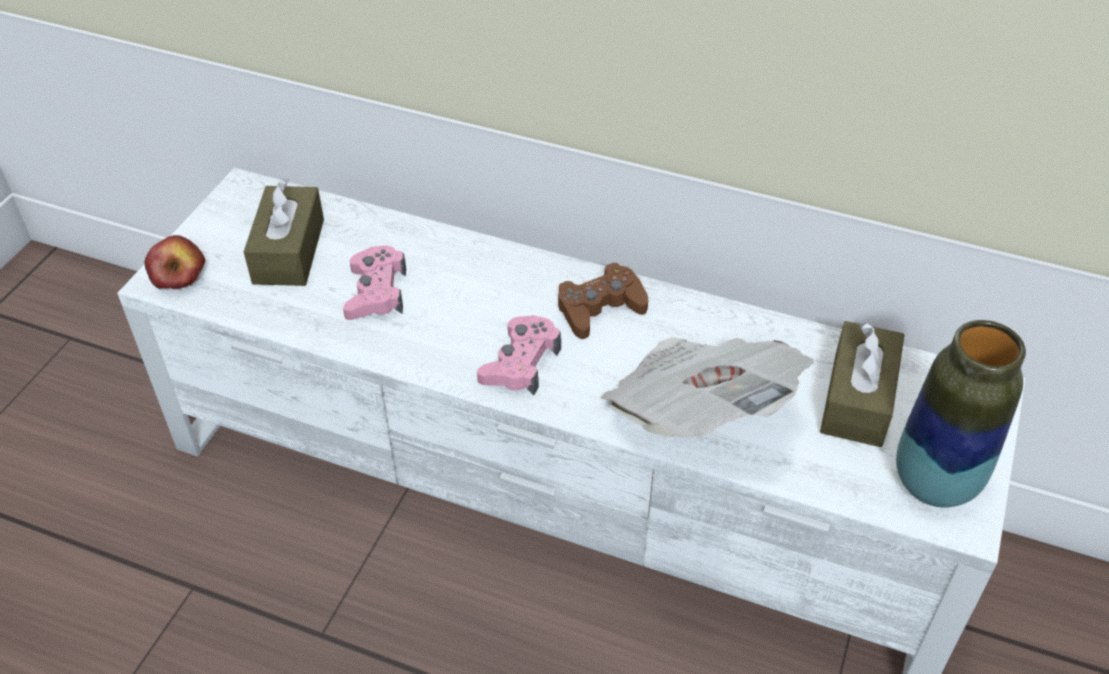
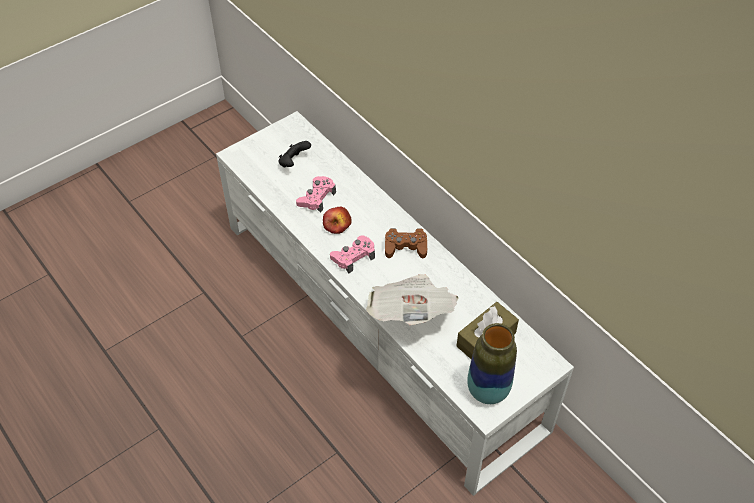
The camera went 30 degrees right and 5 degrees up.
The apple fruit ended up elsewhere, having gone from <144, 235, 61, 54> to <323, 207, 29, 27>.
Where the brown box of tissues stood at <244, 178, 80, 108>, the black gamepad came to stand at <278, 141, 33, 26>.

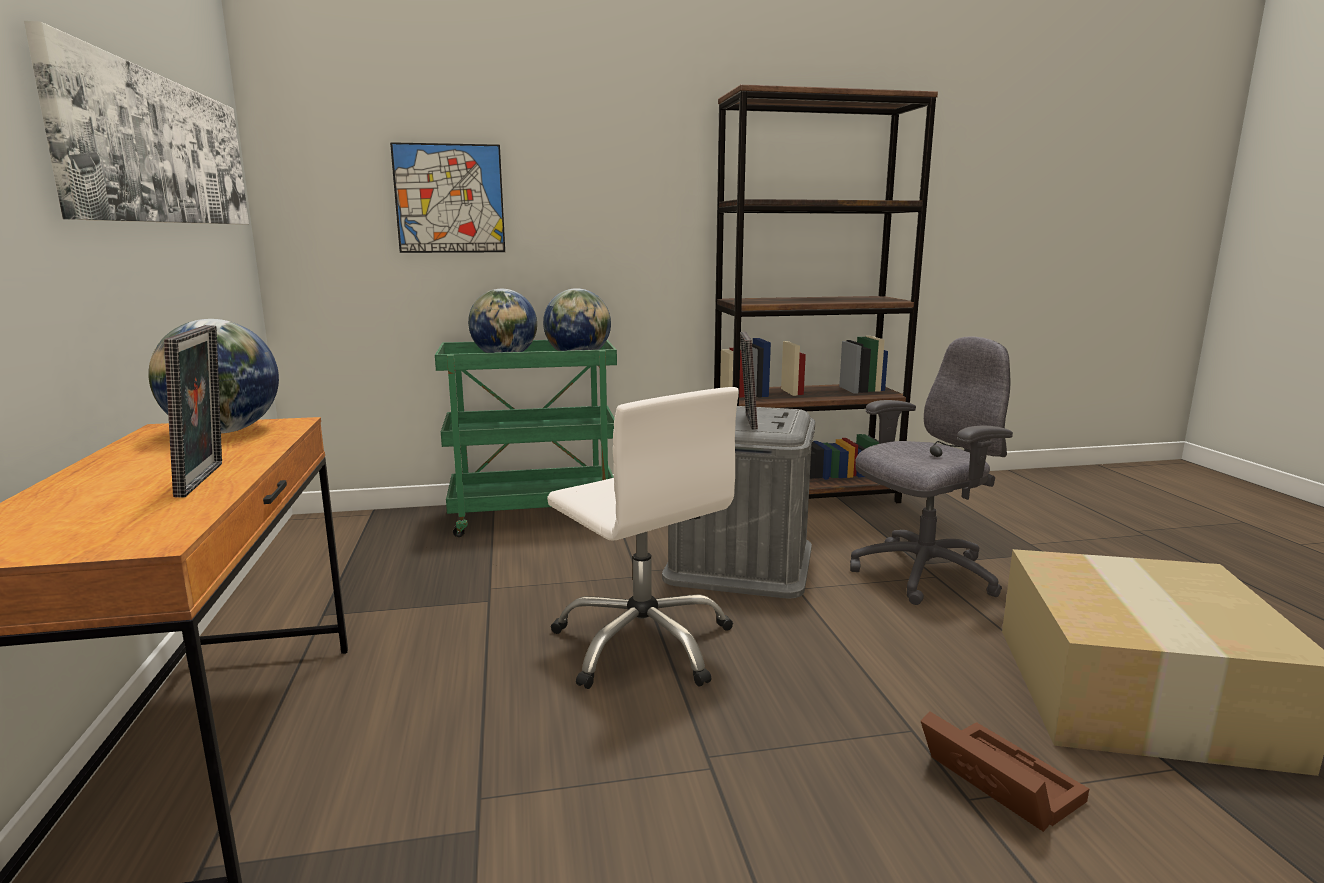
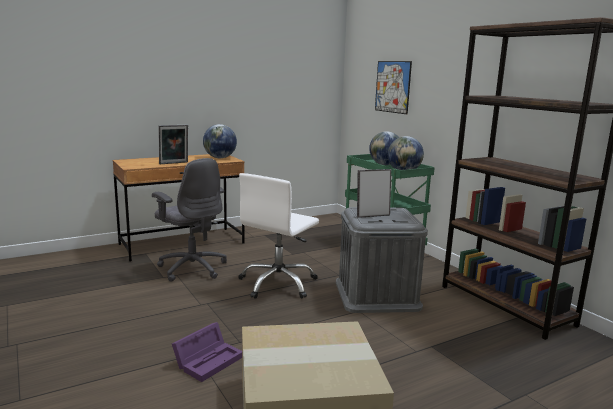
The camera went 70 degrees right and 0 degrees up.
The second view lost the picture at <24, 21, 225, 204>.
The grey office chair ended up elsewhere, having gone from <850, 336, 163, 269> to <152, 158, 75, 124>.
What was the brown storage bin at <921, 711, 168, 121> turned into the purplish storage bin at <172, 322, 70, 60>.

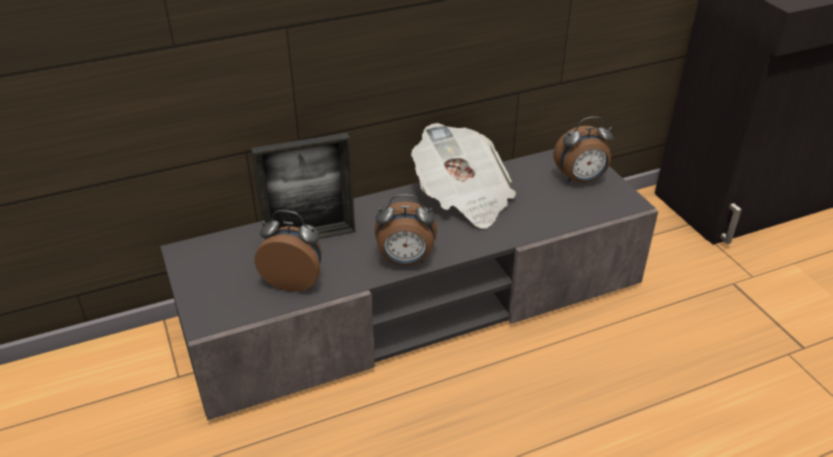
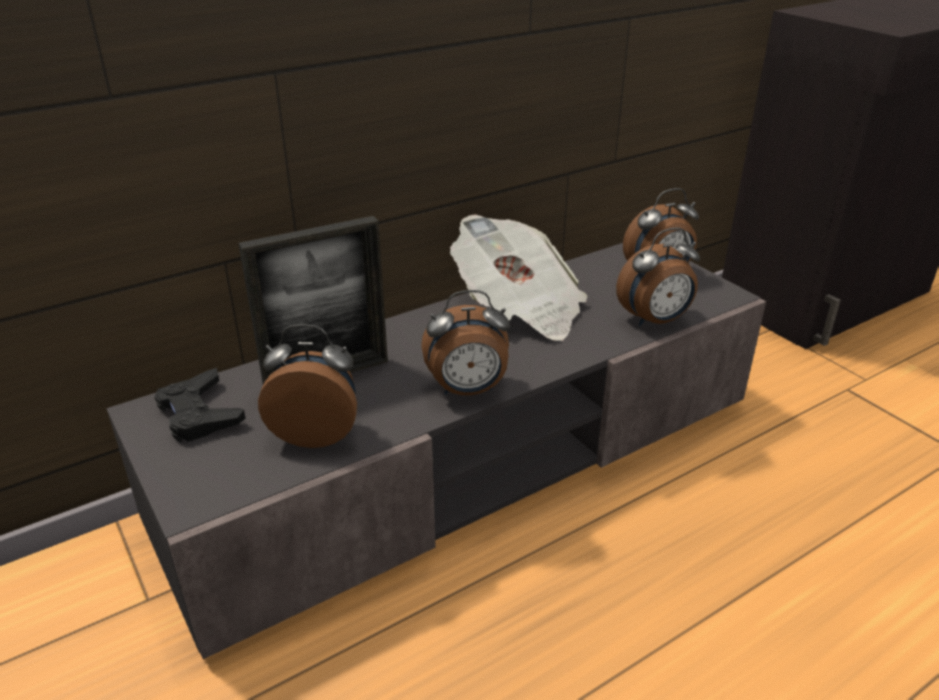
The camera went 10 degrees left and 5 degrees down.
The second view gained the black gamepad at <154, 368, 91, 74>.
The second view gained the alarm clock at <616, 228, 84, 98>.

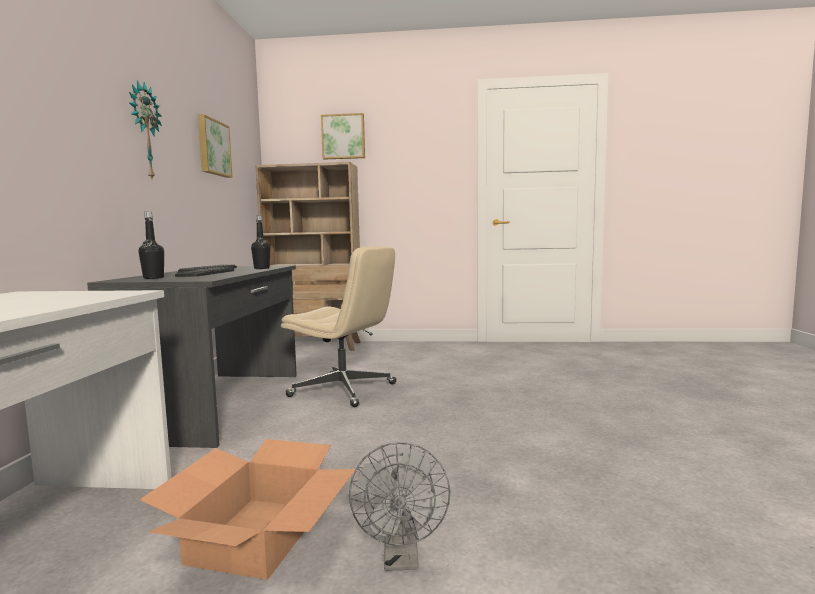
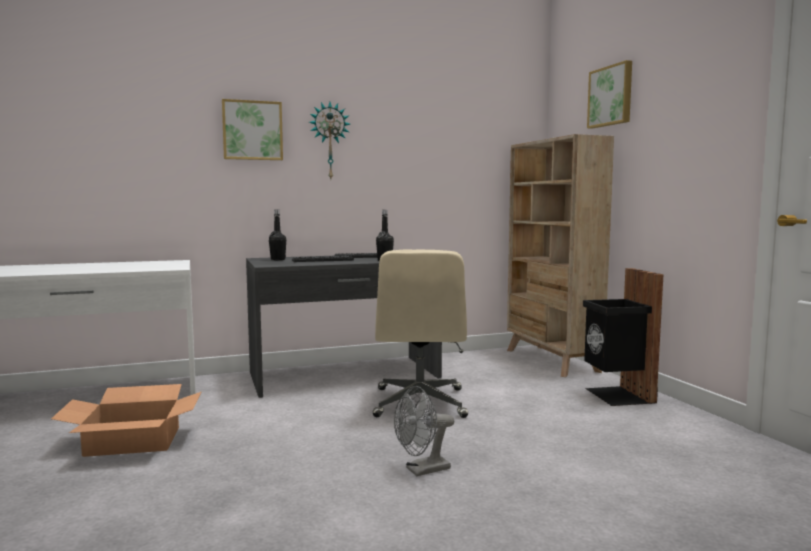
The camera went 65 degrees right and 0 degrees up.
The second view gained the black trash can at <583, 268, 81, 138>.
The picture ended up elsewhere, having gone from <198, 114, 35, 64> to <222, 99, 61, 61>.
The grey cooling fan ended up elsewhere, having gone from <349, 442, 101, 129> to <394, 386, 60, 90>.

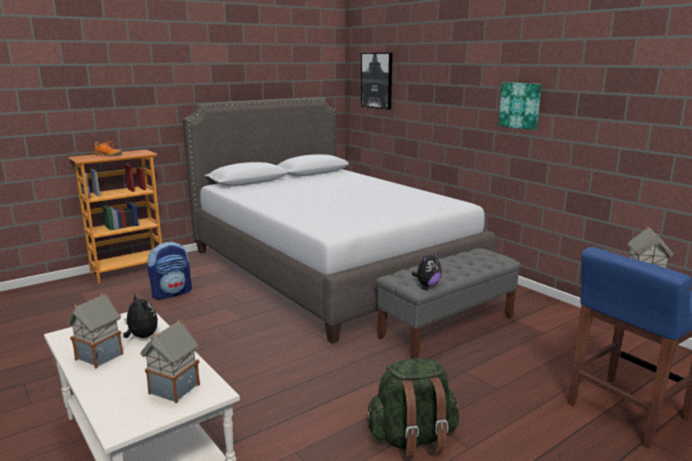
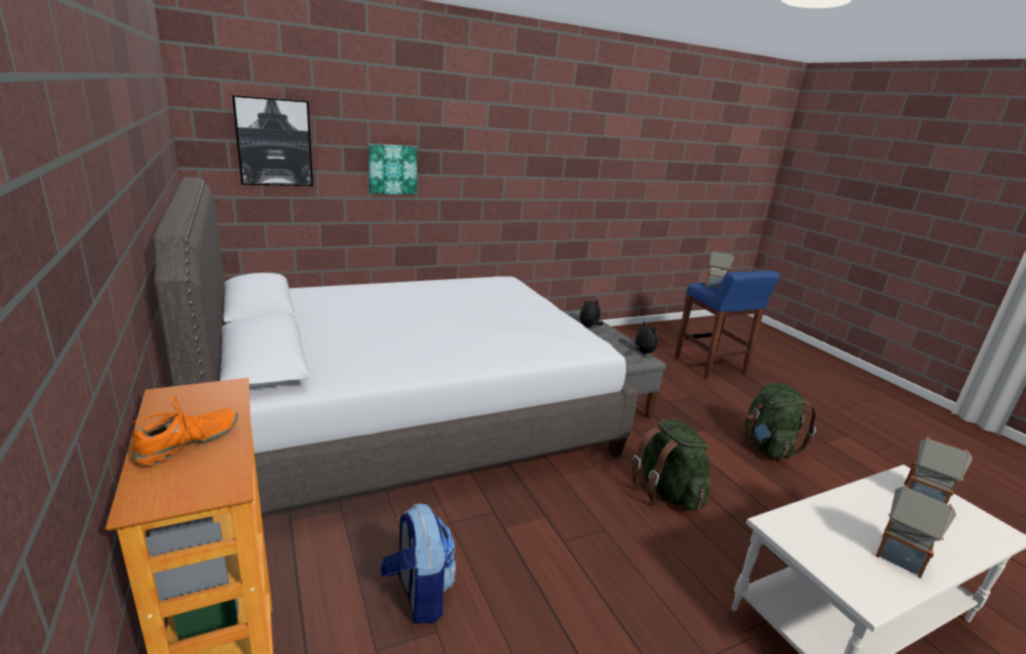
The camera went 80 degrees left and 5 degrees up.
The second view gained the green-coloured knapsack at <631, 419, 79, 92>.
The cuddly toy ended up elsewhere, having gone from <123, 294, 35, 44> to <580, 299, 24, 28>.
The picture ended up elsewhere, having gone from <498, 82, 43, 48> to <368, 144, 49, 51>.

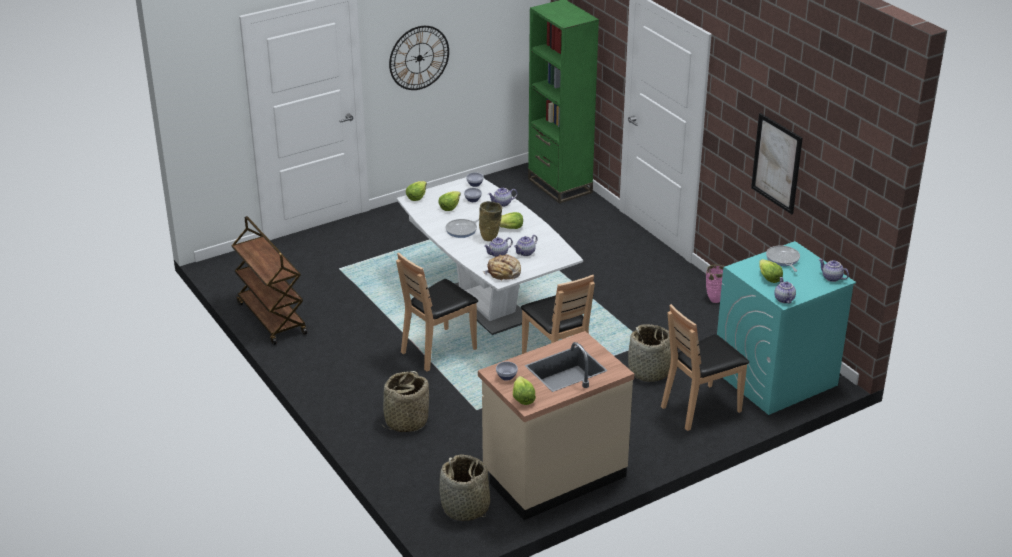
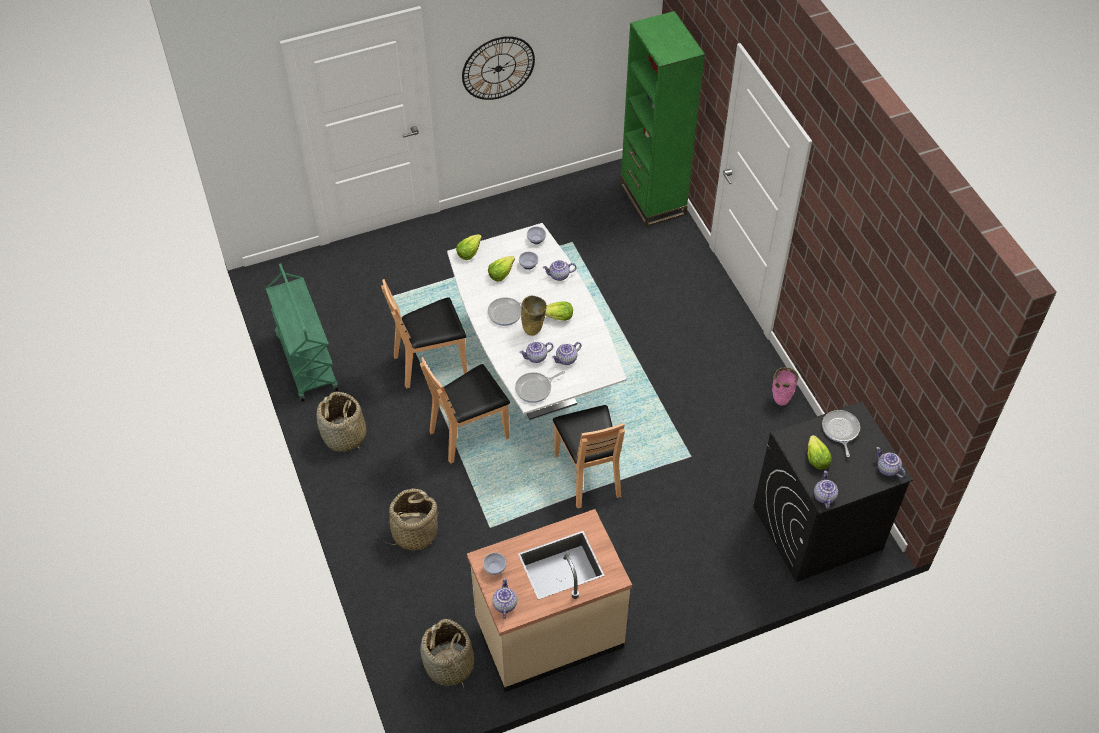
The camera went 10 degrees right and 20 degrees up.
The second view lost the picture at <751, 113, 52, 101>.
The storage basket ended up elsewhere, having gone from <628, 324, 43, 58> to <316, 392, 50, 60>.
The brown upright chair ended up elsewhere, having gone from <661, 304, 88, 127> to <381, 279, 86, 110>.
Where the bread stood at <482, 254, 39, 27>, the pan came to stand at <515, 371, 50, 32>.
Where the lettuce head stood at <513, 376, 23, 29>, the pot for tea came to stand at <492, 578, 25, 41>.
What was the brown wheeled cart at <231, 216, 76, 129> turned into the green-coloured wheeled cart at <266, 263, 72, 139>.
What was the turquoise laundry machine at <717, 241, 139, 174> turned into the black laundry machine at <753, 401, 160, 181>.

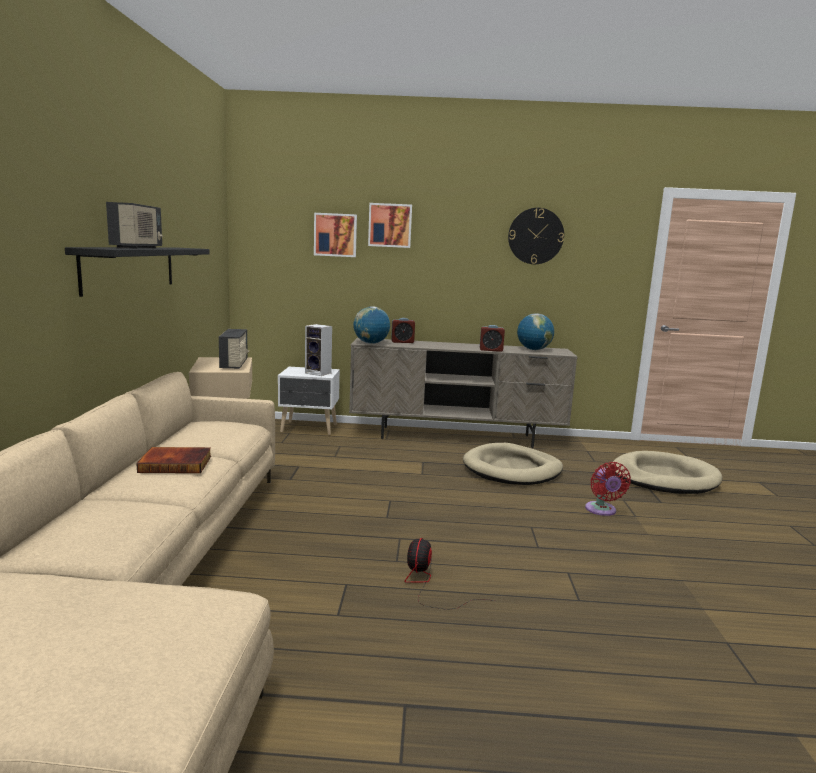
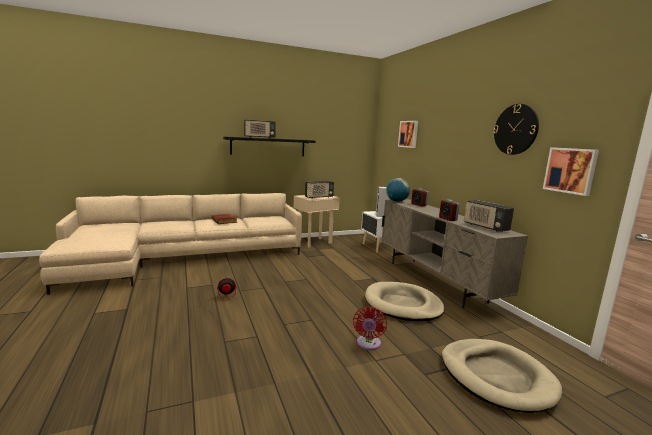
The camera went 65 degrees right and 0 degrees up.
The picture ended up elsewhere, having gone from <368, 203, 44, 45> to <543, 147, 56, 49>.
Where the world globe stood at <517, 313, 37, 37>, the radio set came to stand at <464, 200, 50, 32>.
The red cooling fan at <585, 462, 46, 54> ended up facing another way, 45 degrees counterclockwise from before.

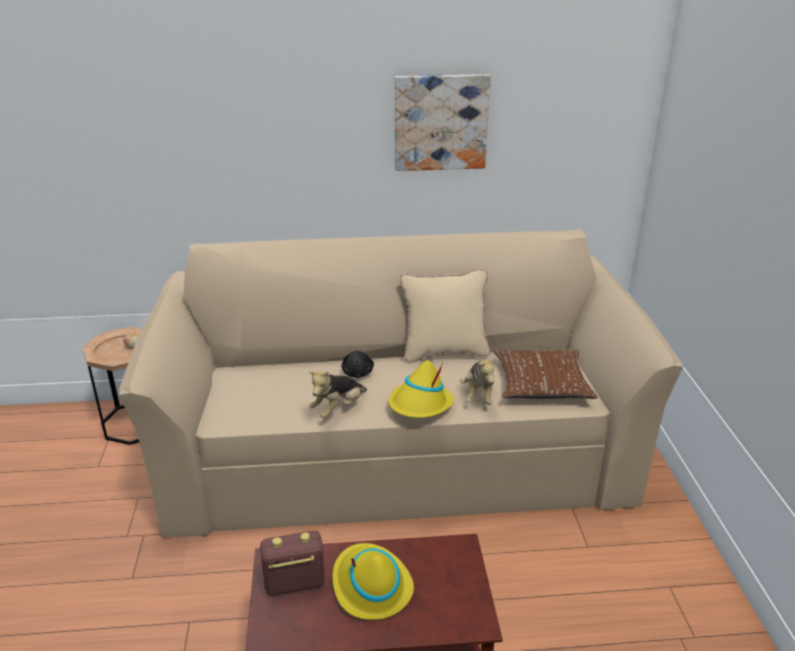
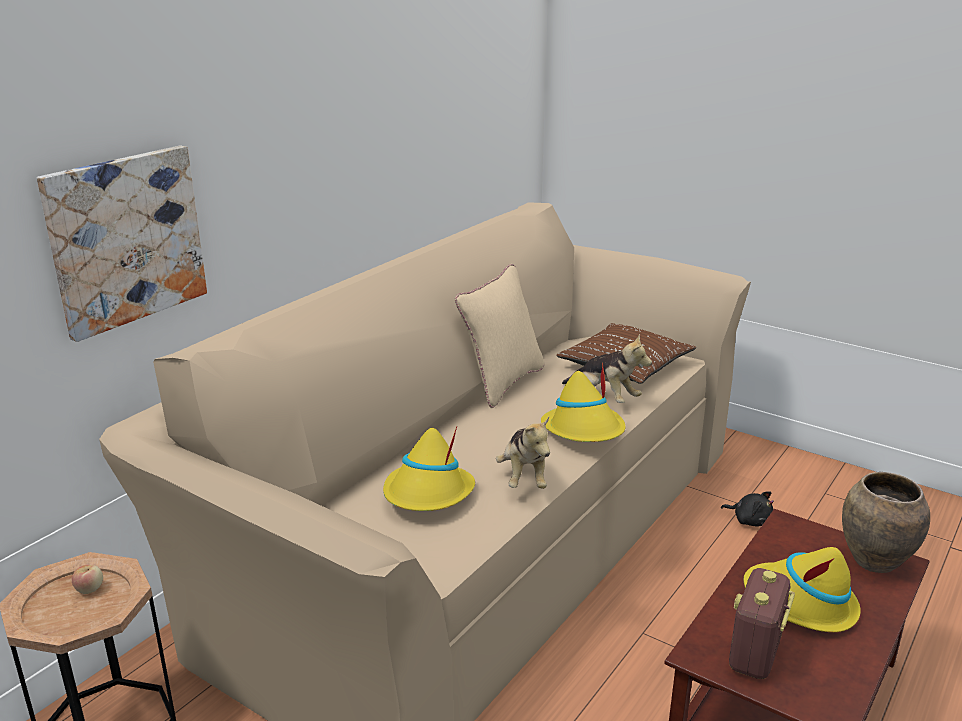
The camera went 50 degrees left and 5 degrees down.
The second view gained the yellow-coloured hat at <383, 426, 92, 85>.
The second view gained the brown flower vase at <842, 472, 88, 101>.
The black cuddly toy ended up elsewhere, having gone from <341, 351, 33, 27> to <721, 491, 53, 35>.
The picture ended up elsewhere, having gone from <395, 74, 96, 97> to <37, 146, 170, 196>.

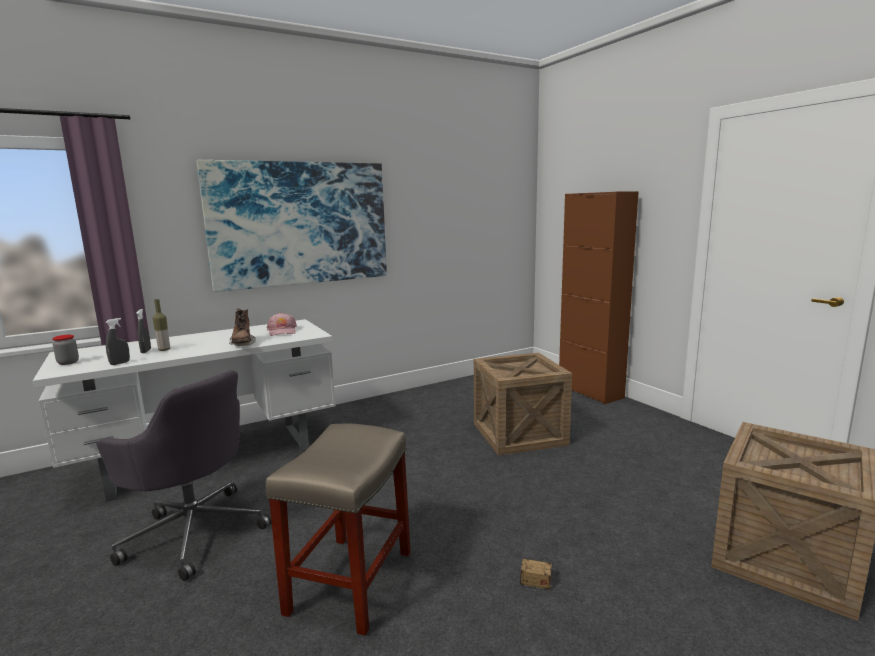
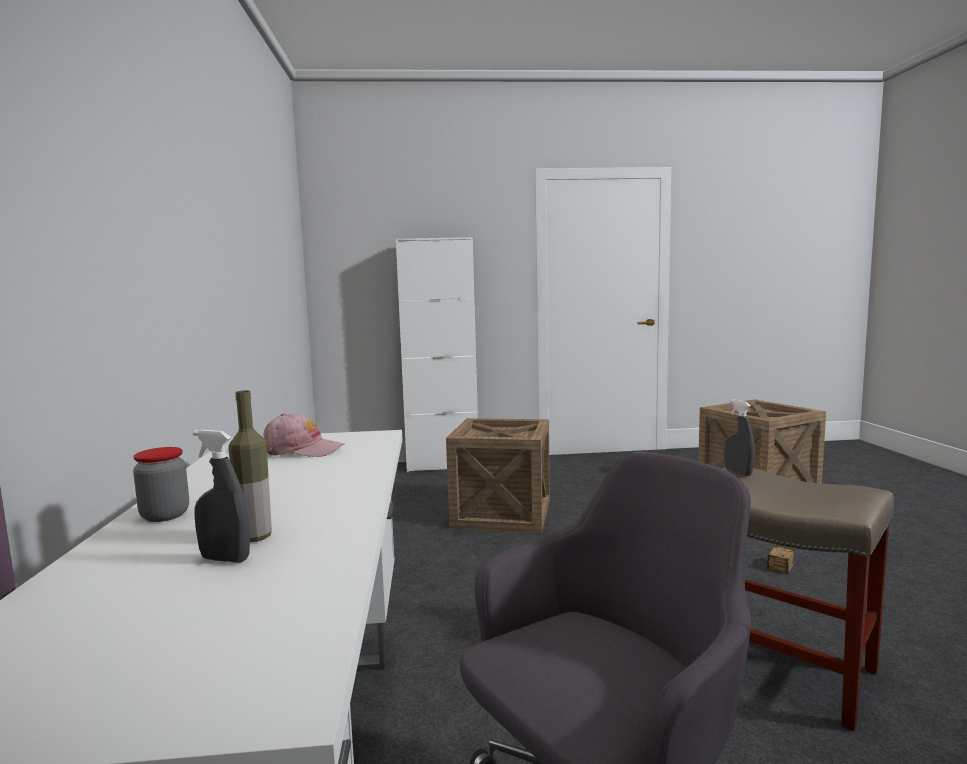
The camera went 65 degrees left and 5 degrees down.
The second view lost the picture at <197, 160, 190, 132>.
The second view lost the brown high-top boot at <229, 308, 27, 38>.
The preserve jar ended up elsewhere, having gone from <52, 335, 27, 30> to <133, 447, 56, 75>.
The grey sprayer ended up elsewhere, having gone from <105, 318, 25, 47> to <724, 399, 31, 77>.
What was the brown cupboard at <559, 191, 80, 213> turned into the white-coloured cupboard at <396, 237, 82, 235>.

